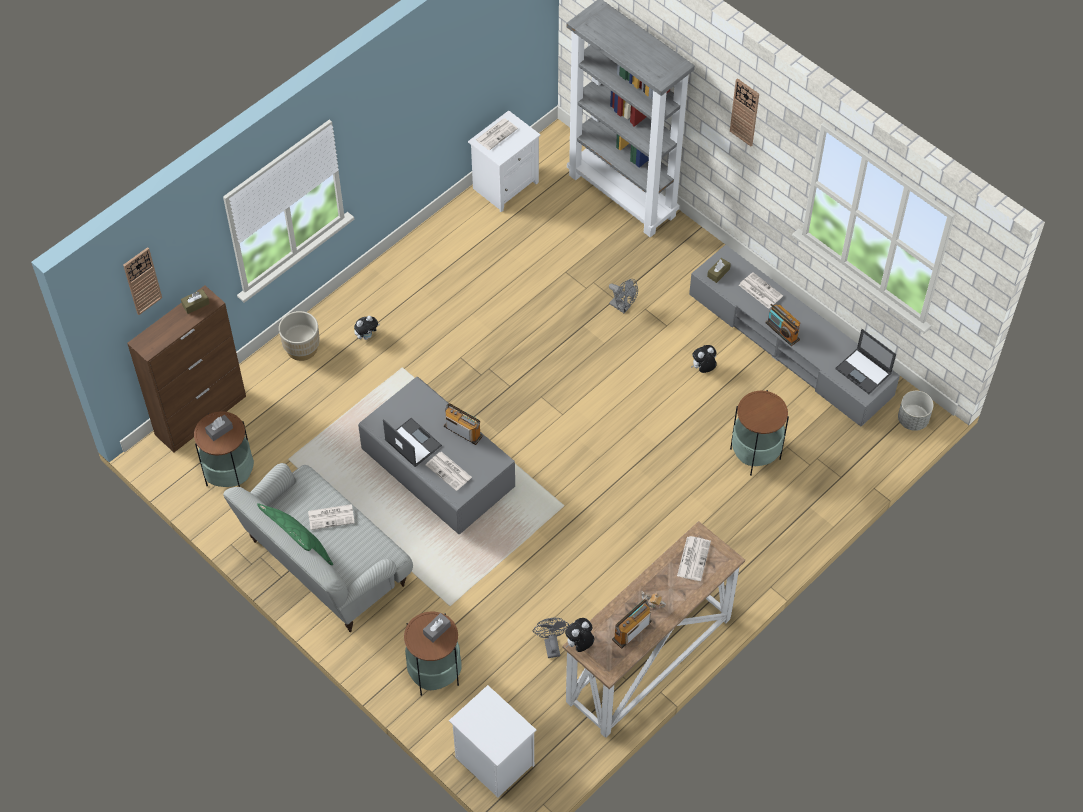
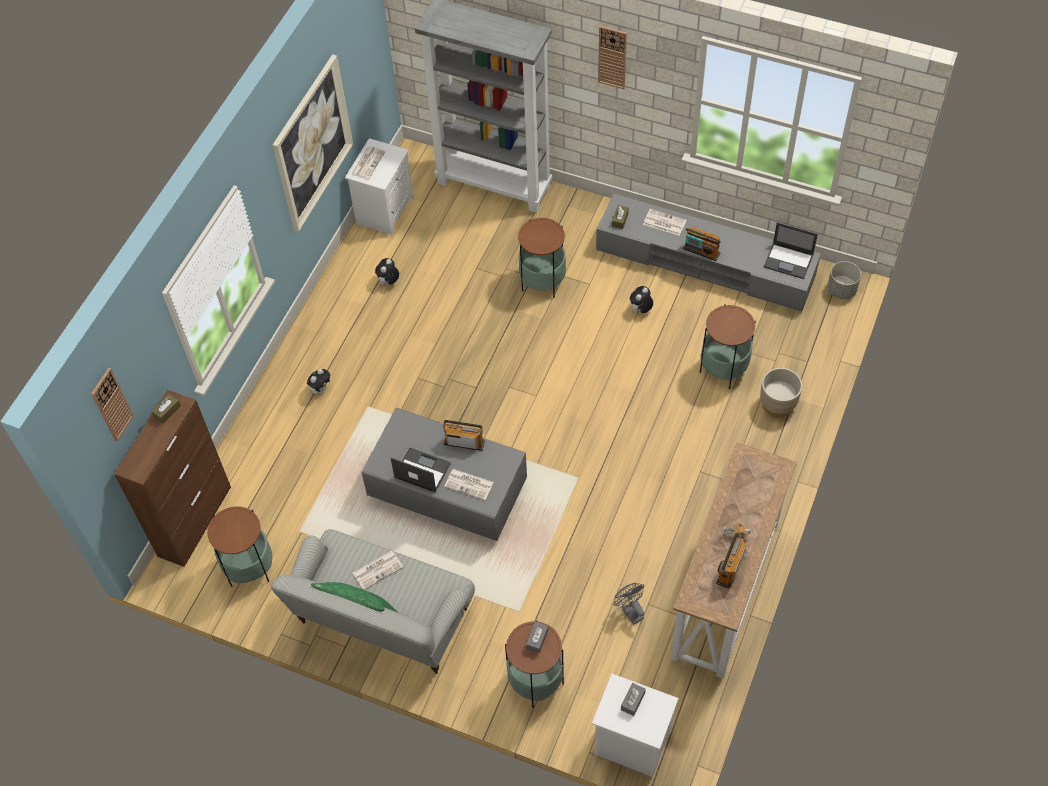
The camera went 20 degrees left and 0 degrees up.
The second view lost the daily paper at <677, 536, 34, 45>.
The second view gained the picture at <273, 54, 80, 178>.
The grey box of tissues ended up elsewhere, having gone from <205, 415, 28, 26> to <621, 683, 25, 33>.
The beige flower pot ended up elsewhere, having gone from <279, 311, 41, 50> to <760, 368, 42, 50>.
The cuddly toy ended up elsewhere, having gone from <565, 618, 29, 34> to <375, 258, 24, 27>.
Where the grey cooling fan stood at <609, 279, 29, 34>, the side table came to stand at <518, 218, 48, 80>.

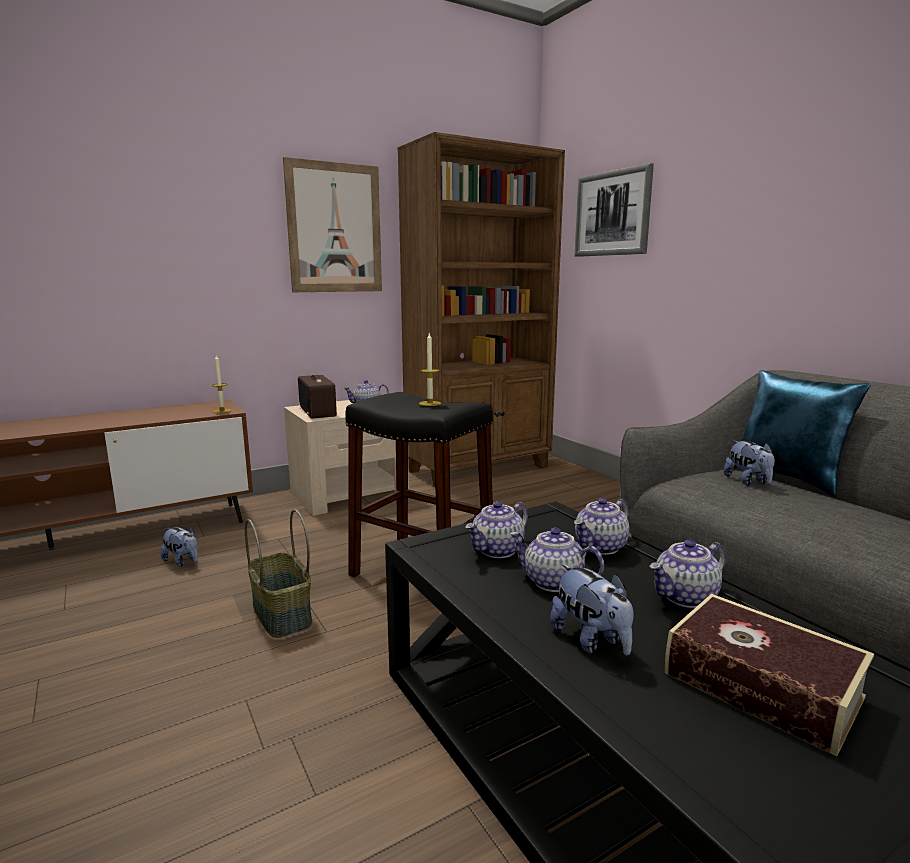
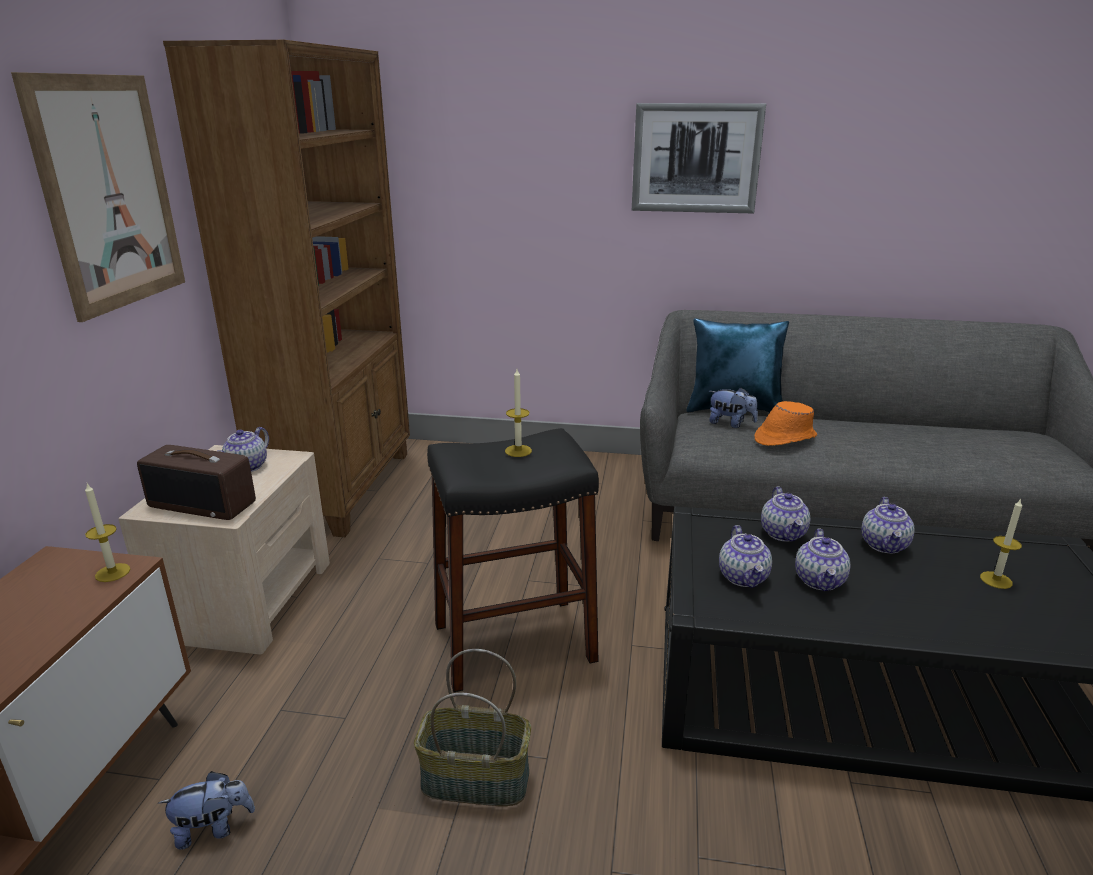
The camera went 50 degrees left and 10 degrees up.
The second view lost the cuddly toy at <550, 564, 84, 92>.
The second view gained the orange hat at <754, 401, 63, 45>.
The picture ended up elsewhere, having gone from <574, 163, 80, 94> to <632, 103, 134, 110>.
Where the book stood at <665, 594, 209, 163>, the wax candle came to stand at <980, 498, 42, 91>.
The pot for tea at <509, 528, 95, 64> ended up facing another way, 60 degrees counterclockwise from before.

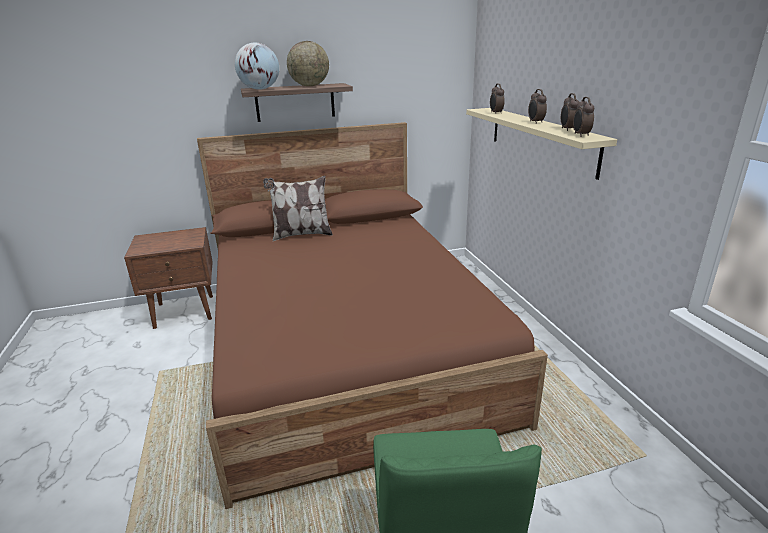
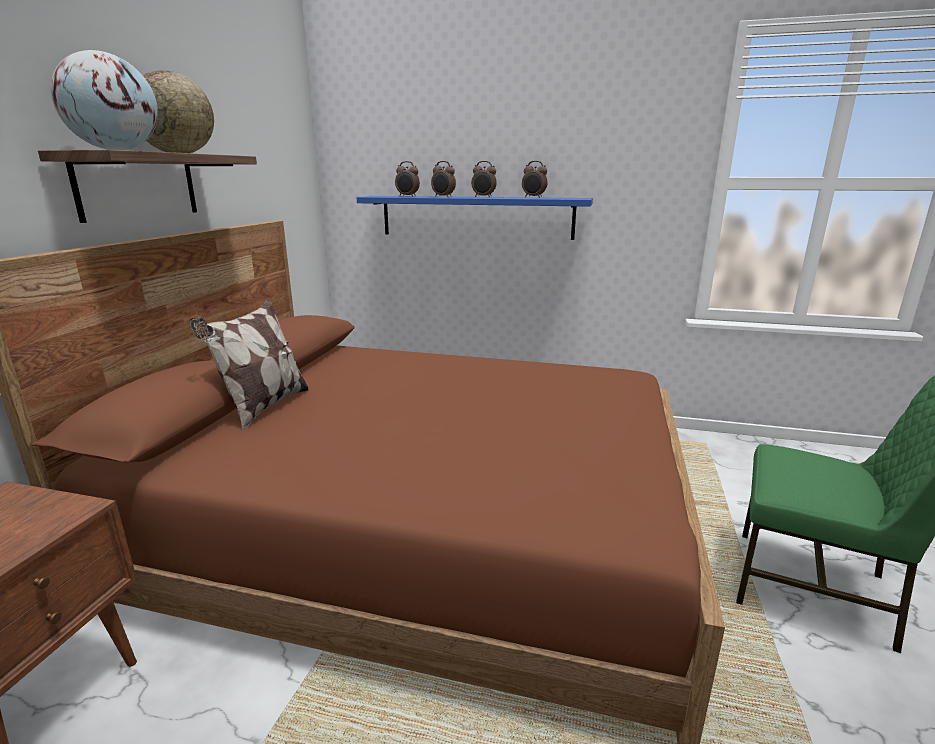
The camera went 60 degrees left and 5 degrees down.
The alarm clock ended up elsewhere, having gone from <573, 97, 21, 40> to <431, 161, 25, 36>.
What was the beige bracket shelf at <466, 108, 151, 72> turned into the bluish bracket shelf at <357, 196, 236, 44>.

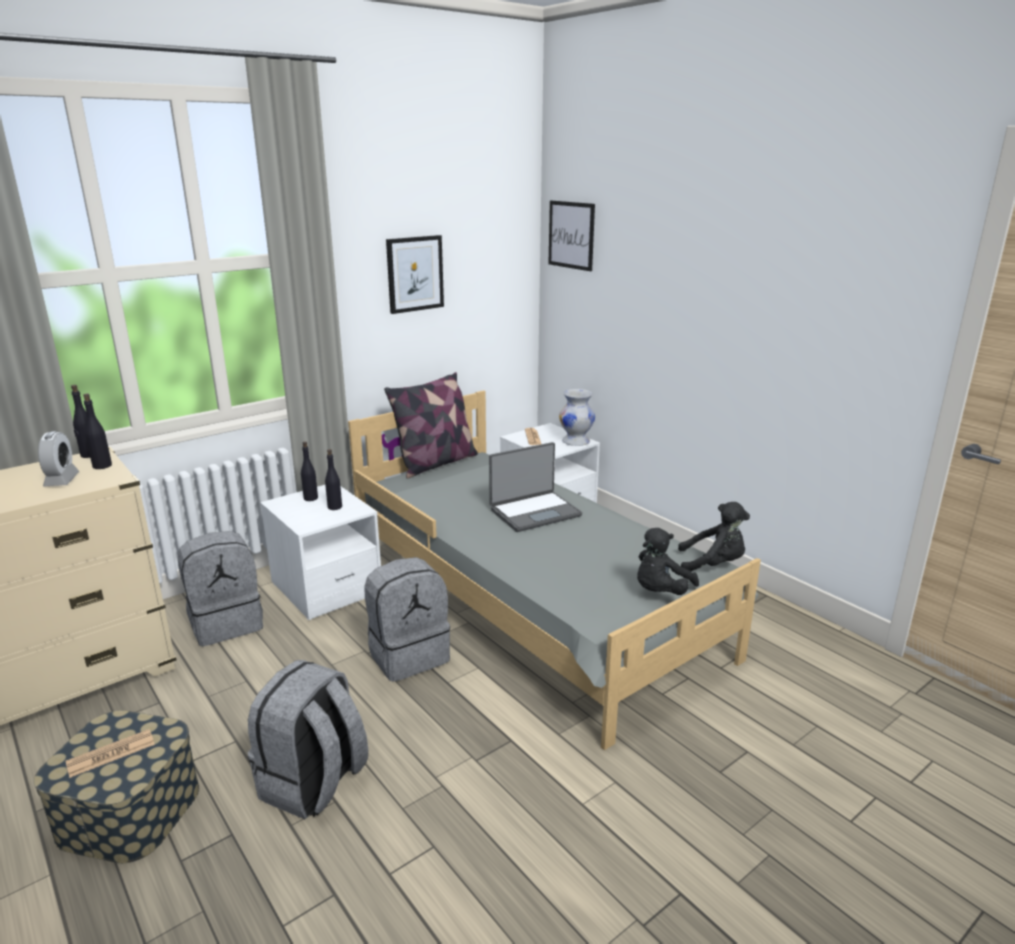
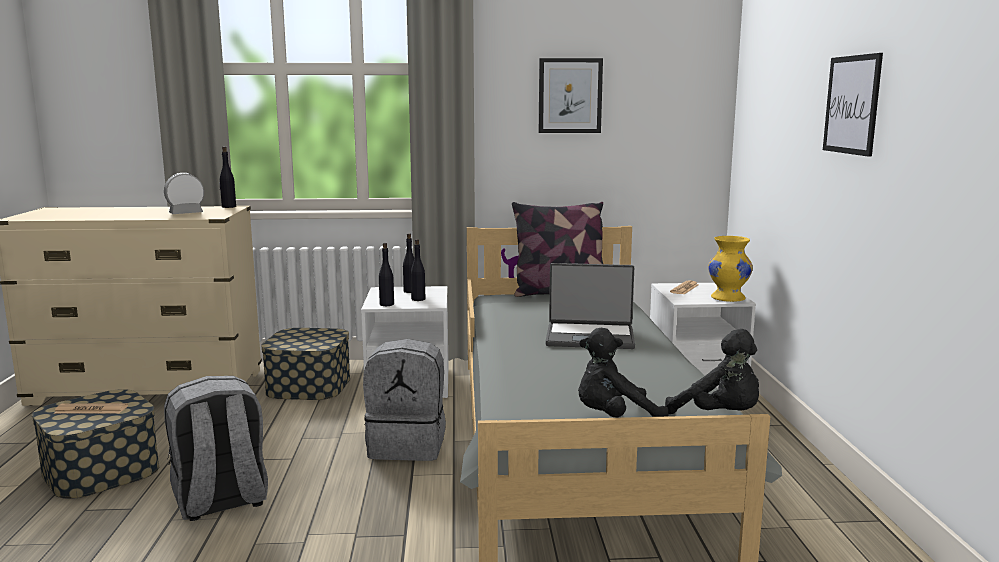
The camera went 35 degrees right and 10 degrees down.
The black beverage bottle ended up elsewhere, having gone from <83, 394, 29, 75> to <379, 243, 15, 63>.
The picture ended up elsewhere, having gone from <548, 201, 47, 70> to <823, 53, 60, 104>.
Where the grey knapsack stood at <177, 531, 86, 115>, the storage bin came to stand at <261, 328, 89, 72>.
What was the white-coloured flower vase at <559, 389, 36, 57> turned into the yellow-coloured flower vase at <708, 236, 45, 66>.
The alarm clock at <38, 431, 41, 55> ended up facing another way, 150 degrees counterclockwise from before.

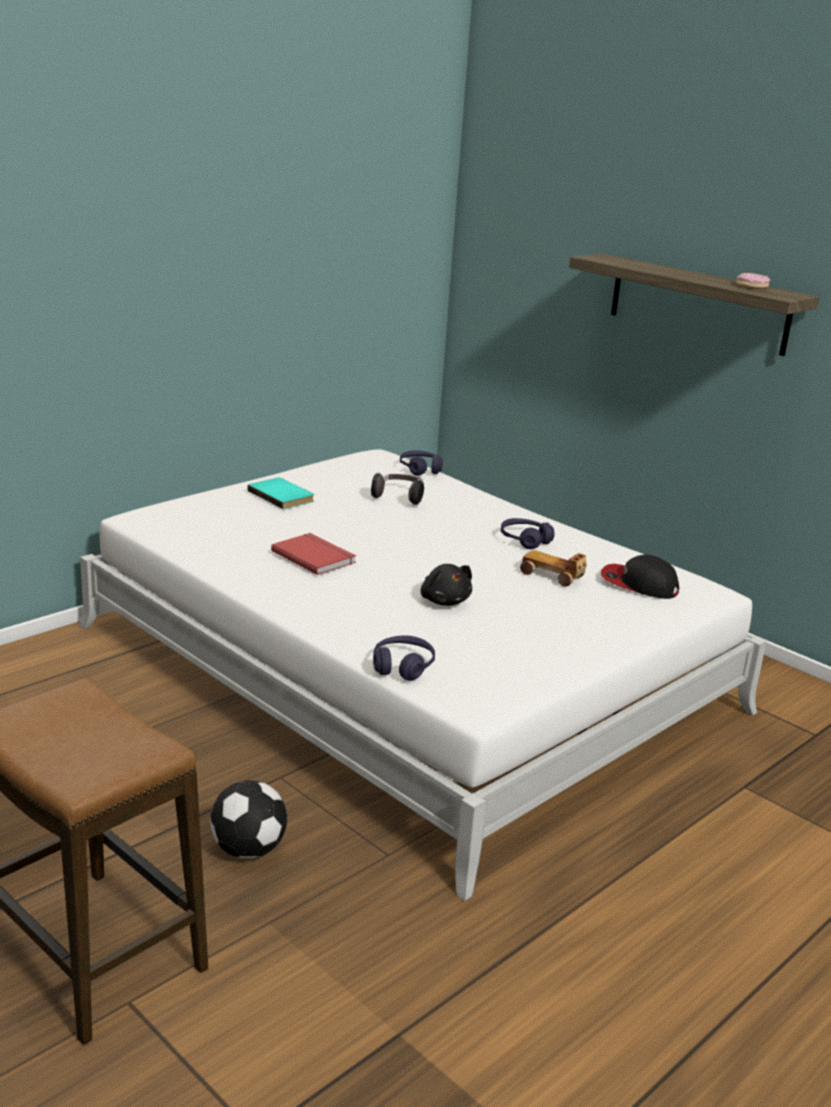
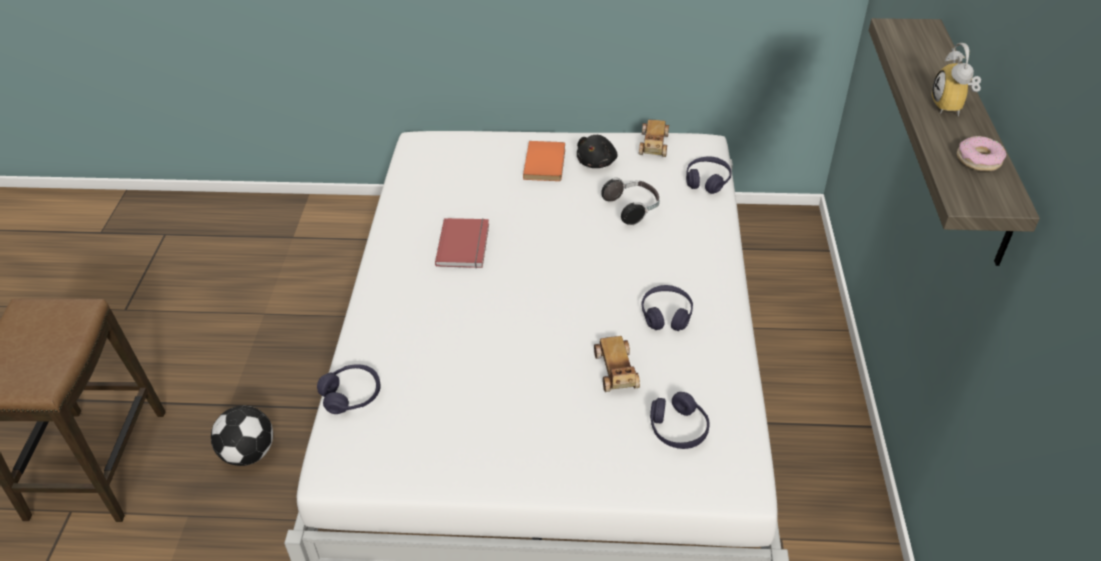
The camera went 50 degrees right and 20 degrees up.
The second view gained the model car at <639, 120, 30, 37>.
The second view gained the alarm clock at <932, 43, 49, 74>.
The black cuddly toy ended up elsewhere, having gone from <421, 564, 51, 42> to <577, 135, 40, 33>.
Where the peaked cap stood at <601, 554, 78, 45>, the purplish headphones came to stand at <650, 392, 60, 57>.
What was the turquoise book at <247, 478, 67, 31> turned into the orange book at <523, 141, 42, 40>.

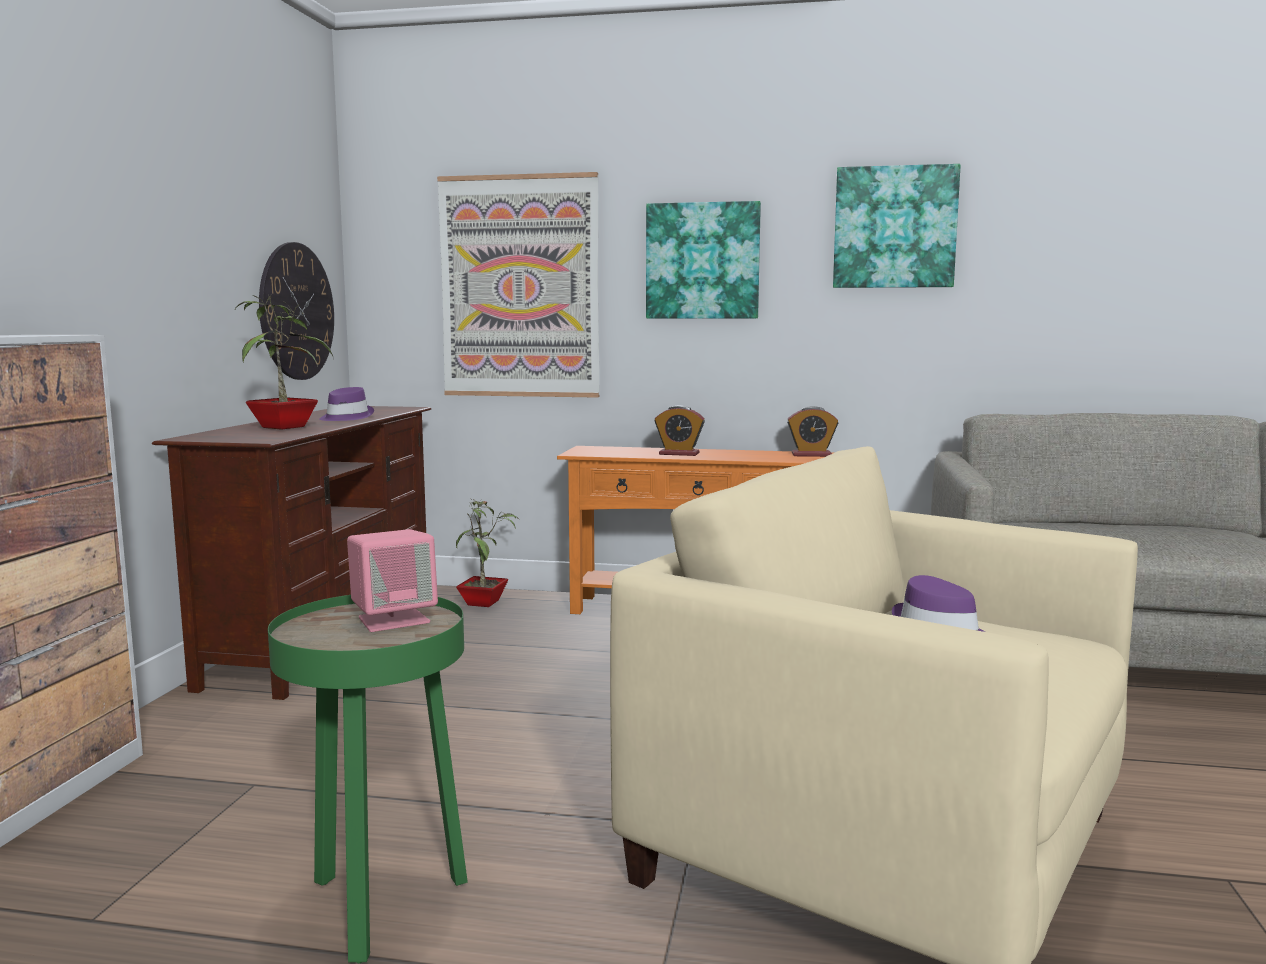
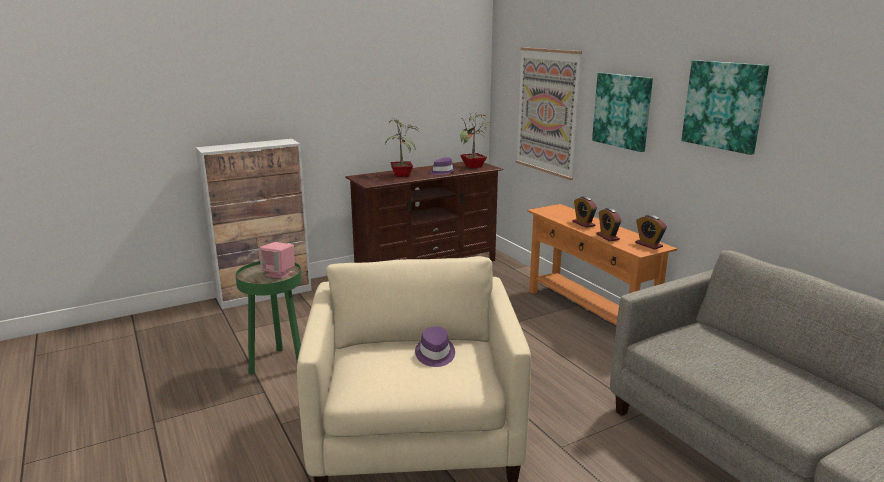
The camera went 50 degrees right and 10 degrees up.
The second view lost the clock on the wall at <259, 242, 75, 138>.
The second view gained the alarm clock at <596, 208, 26, 33>.
The plant in a pot ended up elsewhere, having gone from <456, 499, 64, 108> to <460, 112, 34, 56>.

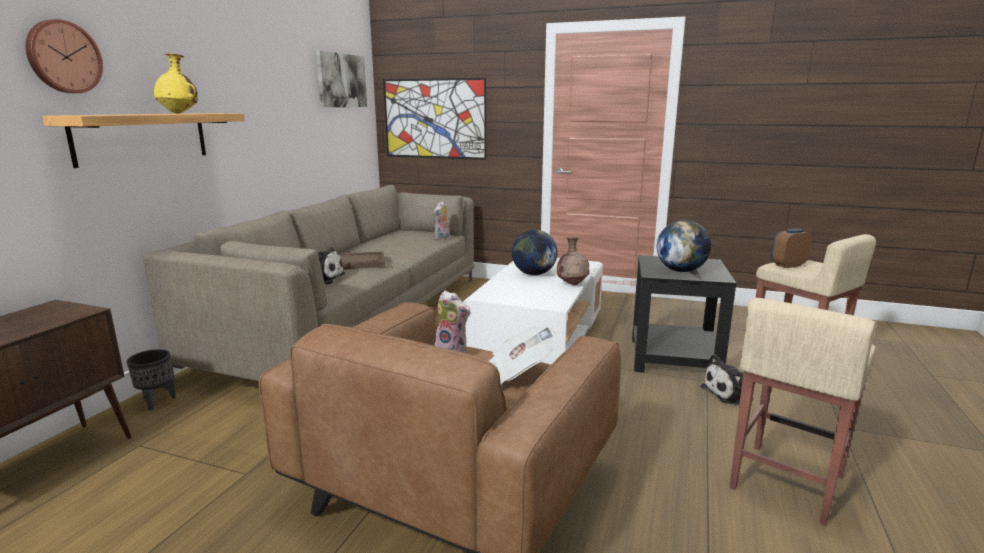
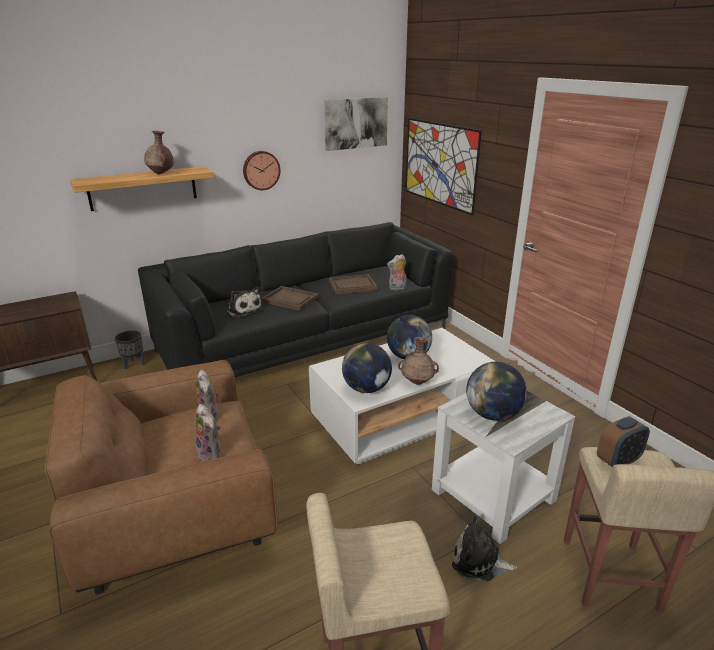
The camera went 40 degrees right and 10 degrees up.
The second view gained the brown carrying tray at <329, 274, 49, 20>.
The second view gained the world globe at <342, 343, 50, 50>.
The clock on the wall ended up elsewhere, having gone from <26, 19, 77, 74> to <243, 151, 38, 39>.
Where the daily paper stood at <489, 326, 66, 58>, the cuddly toy came to stand at <195, 404, 26, 57>.
What was the beige sofa at <143, 185, 332, 196> turned into the black sofa at <138, 222, 315, 155>.
What was the yellow-coloured flower vase at <154, 53, 43, 61> turned into the brown flower vase at <144, 131, 29, 43>.
What was the black side table at <632, 255, 105, 118> turned into the white-coloured side table at <432, 391, 144, 153>.
The alarm clock at <771, 228, 41, 40> ended up facing another way, 135 degrees clockwise from before.

